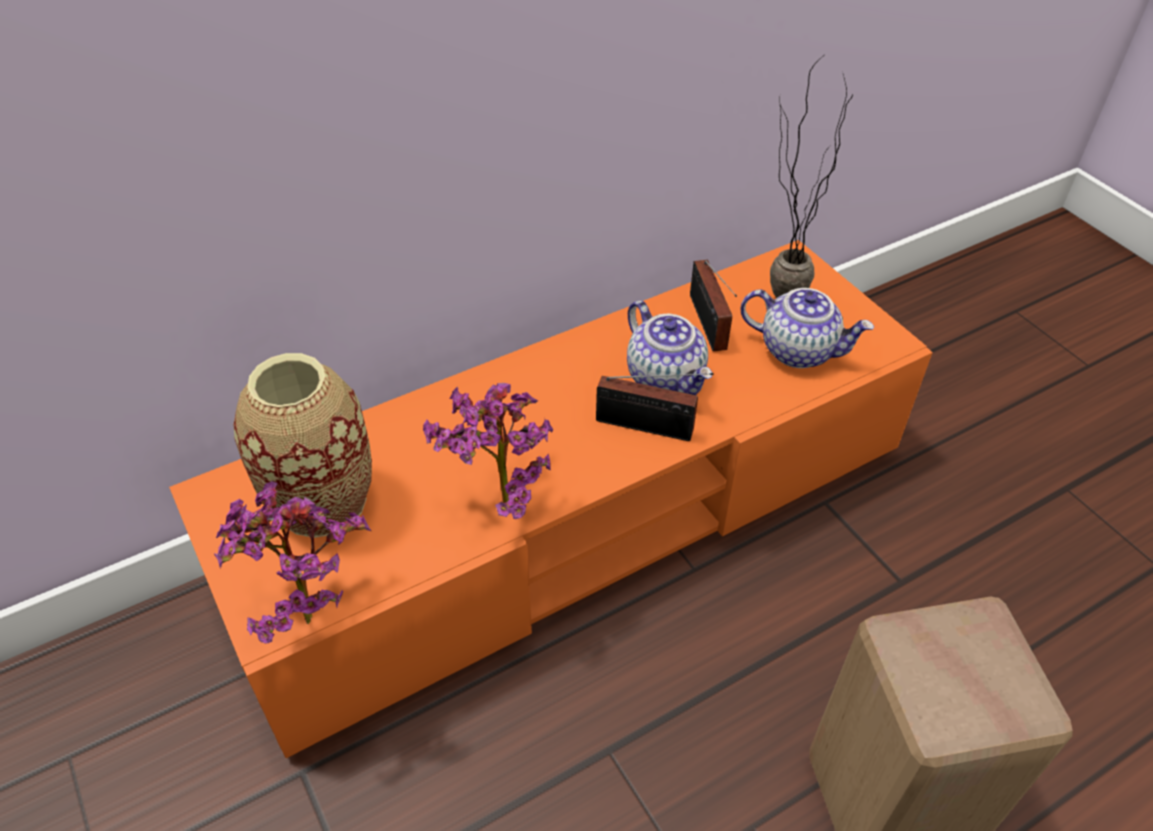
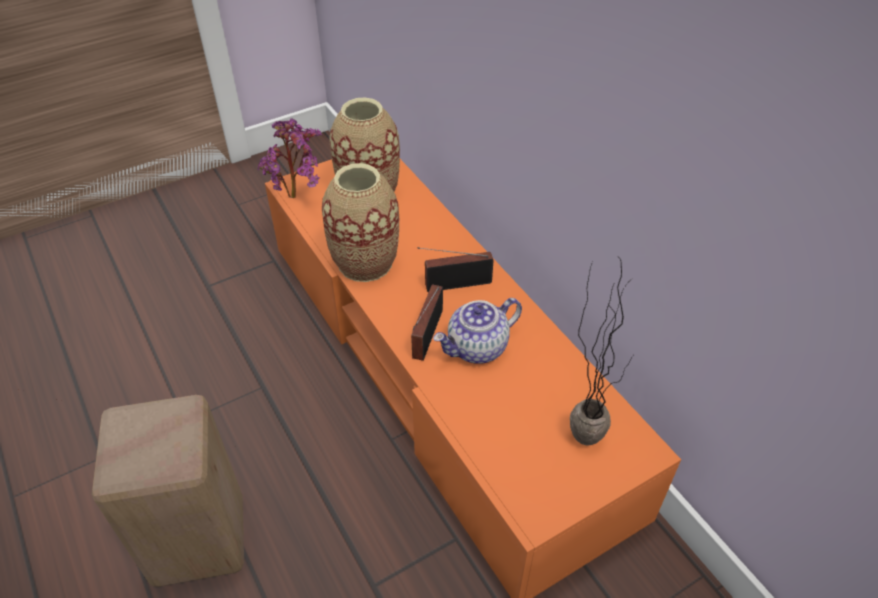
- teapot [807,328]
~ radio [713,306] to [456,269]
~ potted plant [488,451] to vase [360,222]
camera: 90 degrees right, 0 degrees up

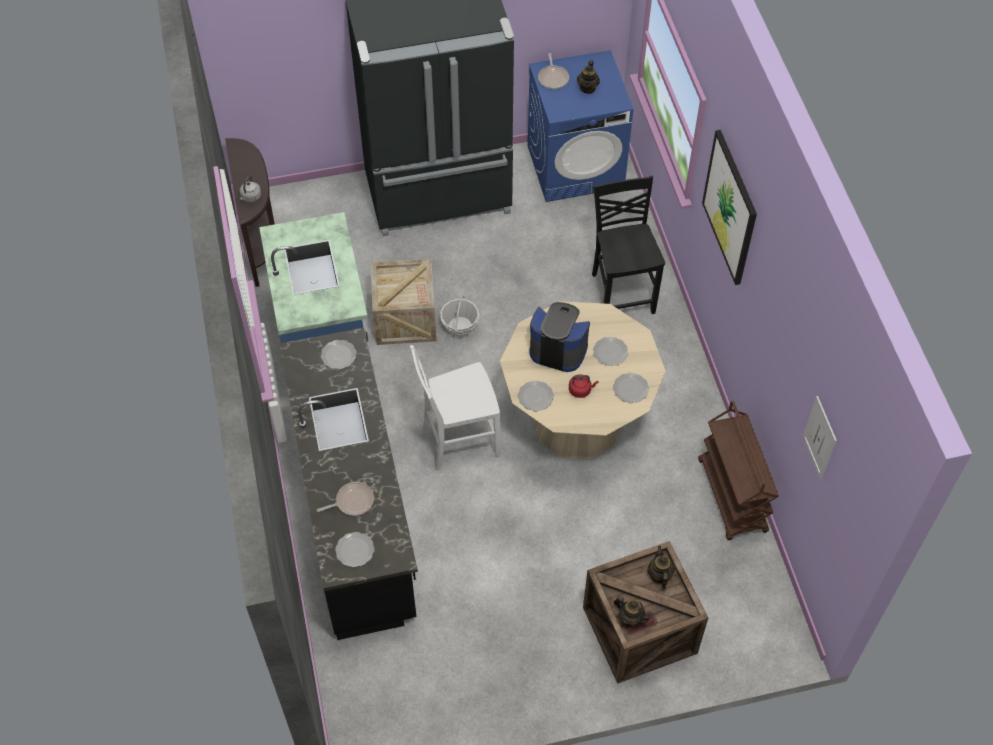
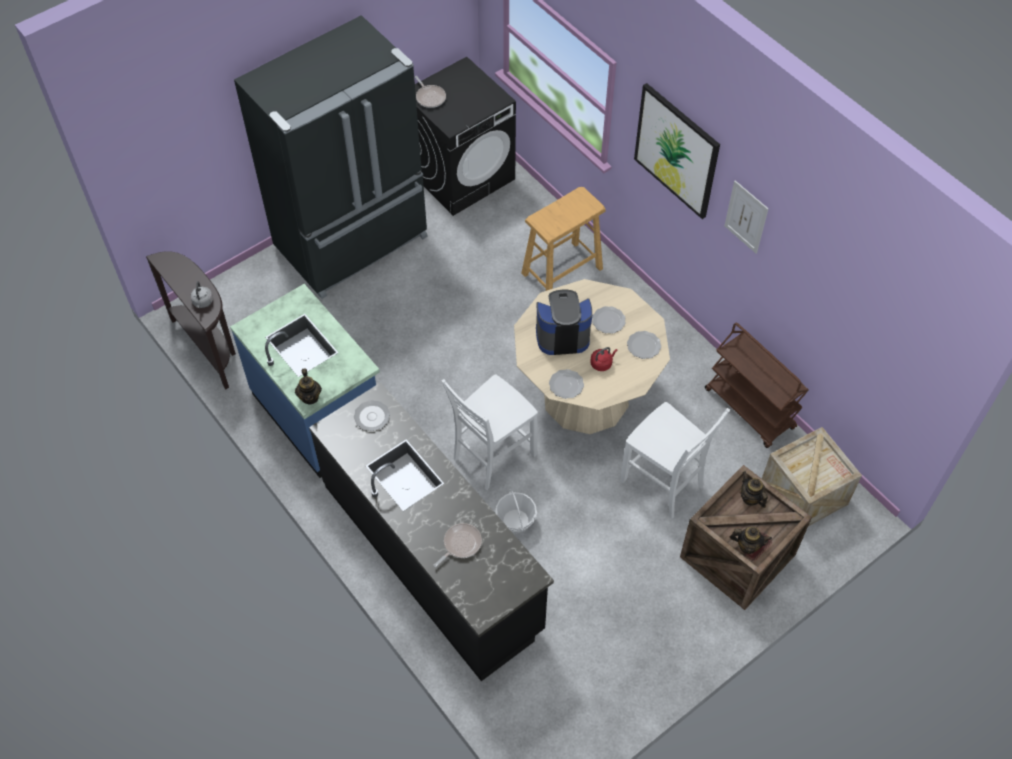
- plate [355,549]
+ white chair [675,460]
~ crate [403,302] to [812,476]
~ basket [460,316] to [516,511]
~ teapot [588,77] to [308,386]
~ picture [820,438] to [746,217]
~ black chair [628,245] to beige stool [563,239]
~ blue washing machine [580,126] to black washing machine [465,136]
camera: 25 degrees left, 0 degrees up

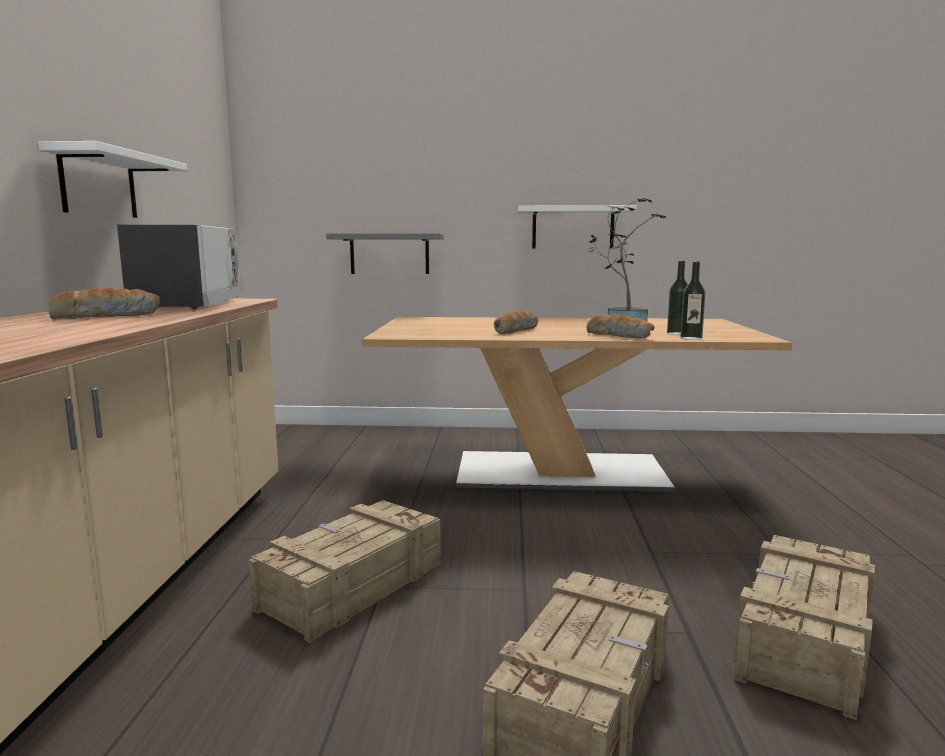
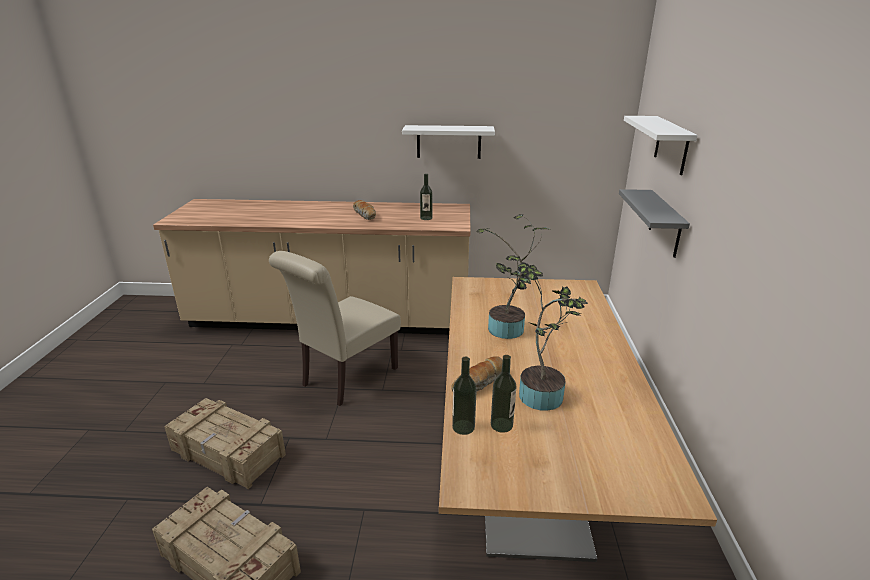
~ white shelf [577,226] to [660,145]
~ microwave [178,267] to bottle [426,197]
~ crate [345,571] to beige chair [335,328]
~ bread [516,322] to potted plant [512,276]
camera: 90 degrees right, 15 degrees up

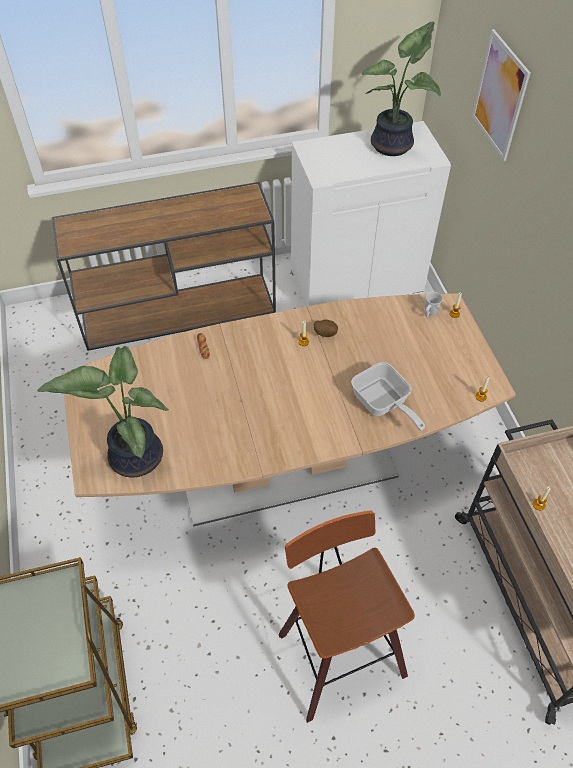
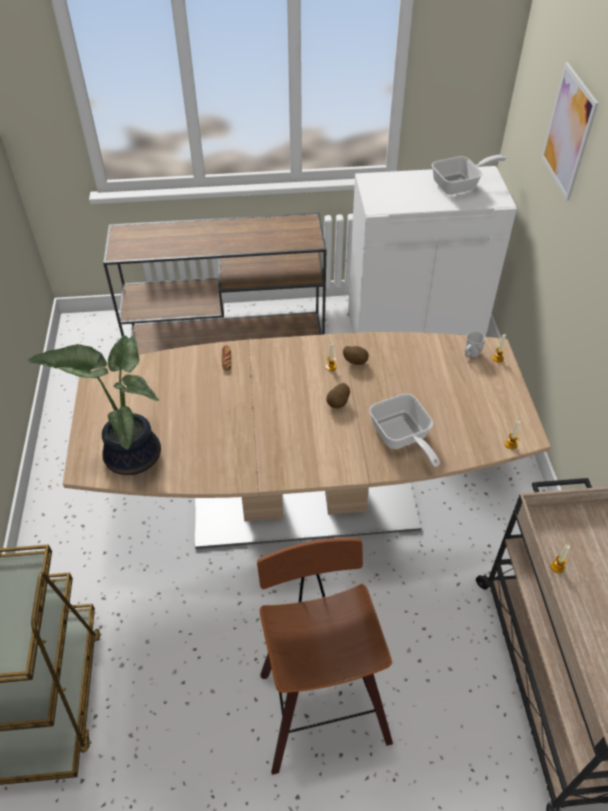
+ potato [338,395]
~ potted plant [401,88] to frying pan [469,175]
camera: 10 degrees right, 5 degrees down

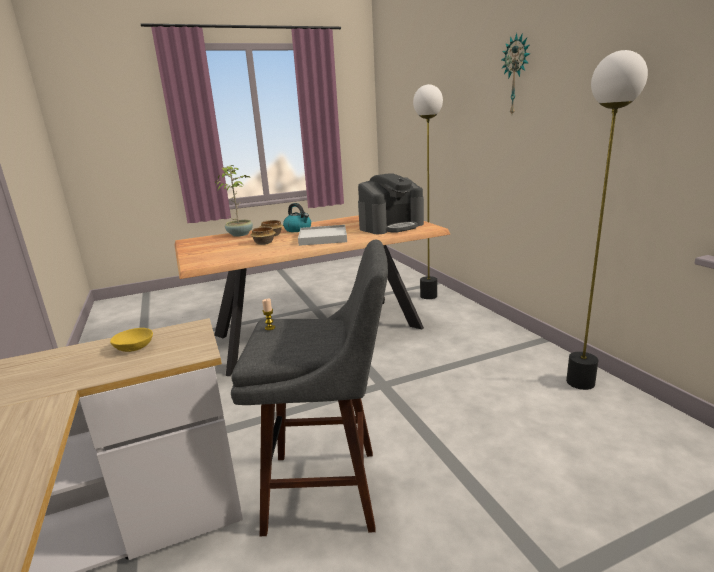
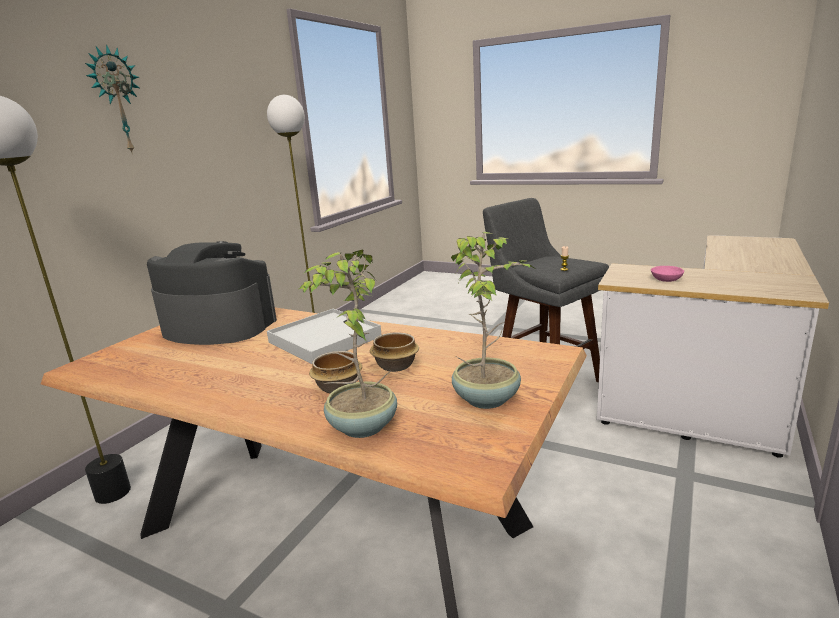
- kettle [297,217]
+ potted plant [492,320]
~ yellow bowl [131,340] to pink bowl [667,274]
camera: 130 degrees left, 0 degrees up

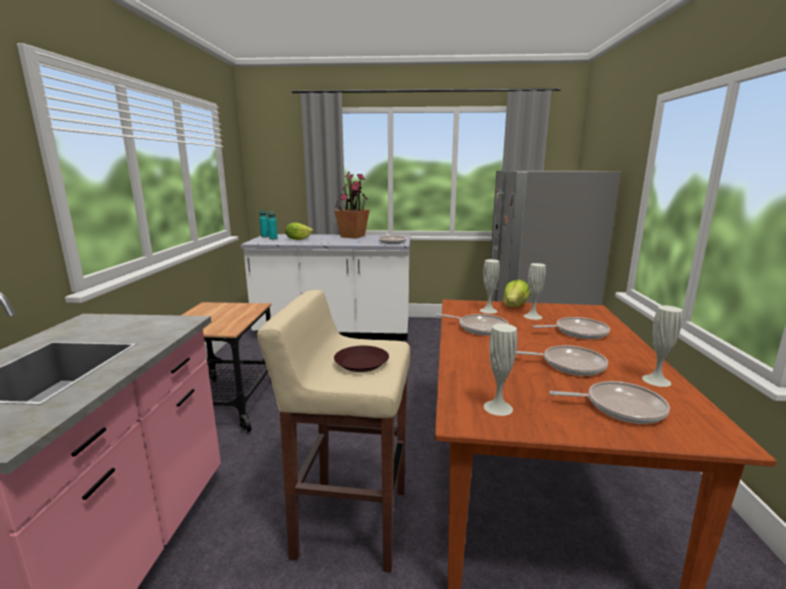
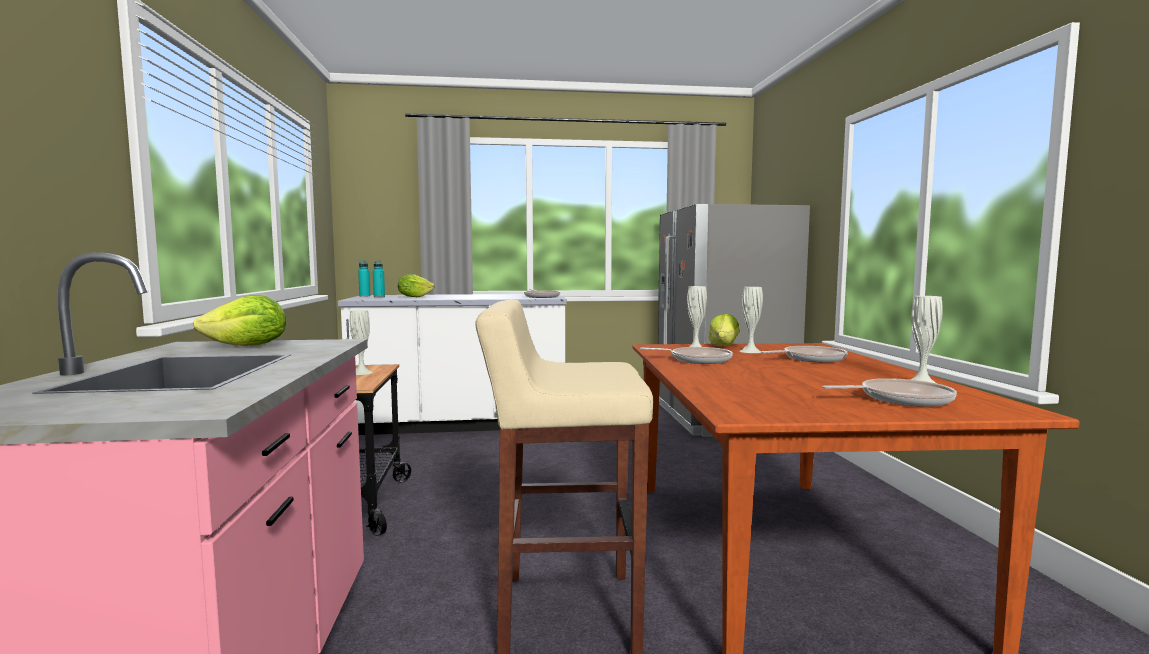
- potted plant [352,205]
- brown plate [361,359]
- frying pan [562,360]
+ lettuce [239,320]
~ white vase [501,370] to [361,342]
camera: 10 degrees left, 10 degrees down

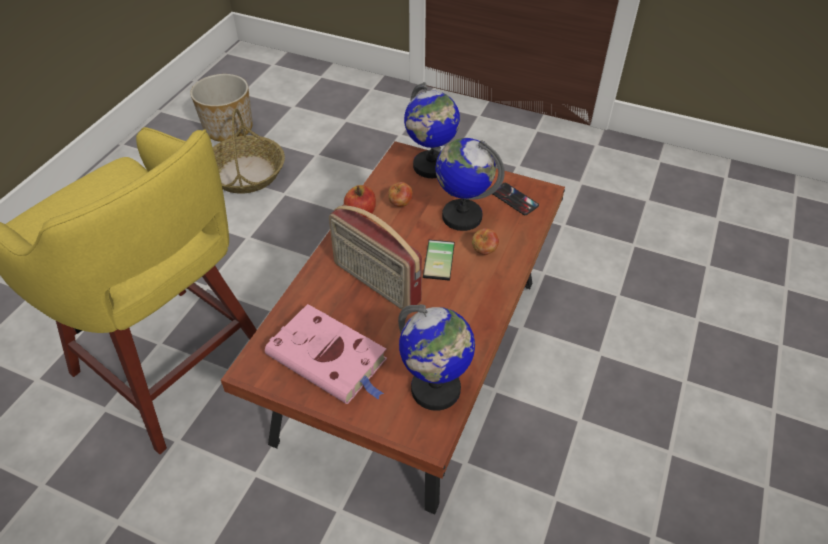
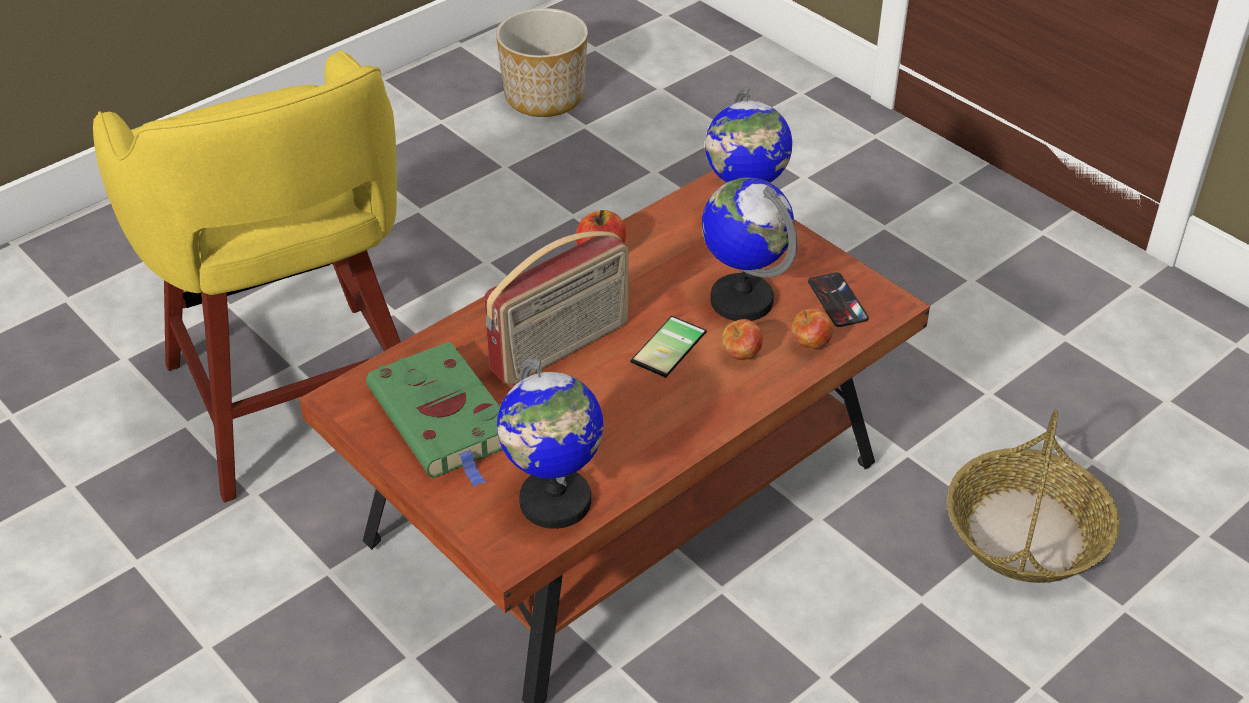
~ basket [249,151] to [1033,496]
~ apple [400,194] to [812,328]
~ pink book [326,354] to green book [434,414]
~ radio [375,257] = [556,308] 105 degrees counterclockwise
camera: 25 degrees right, 5 degrees down

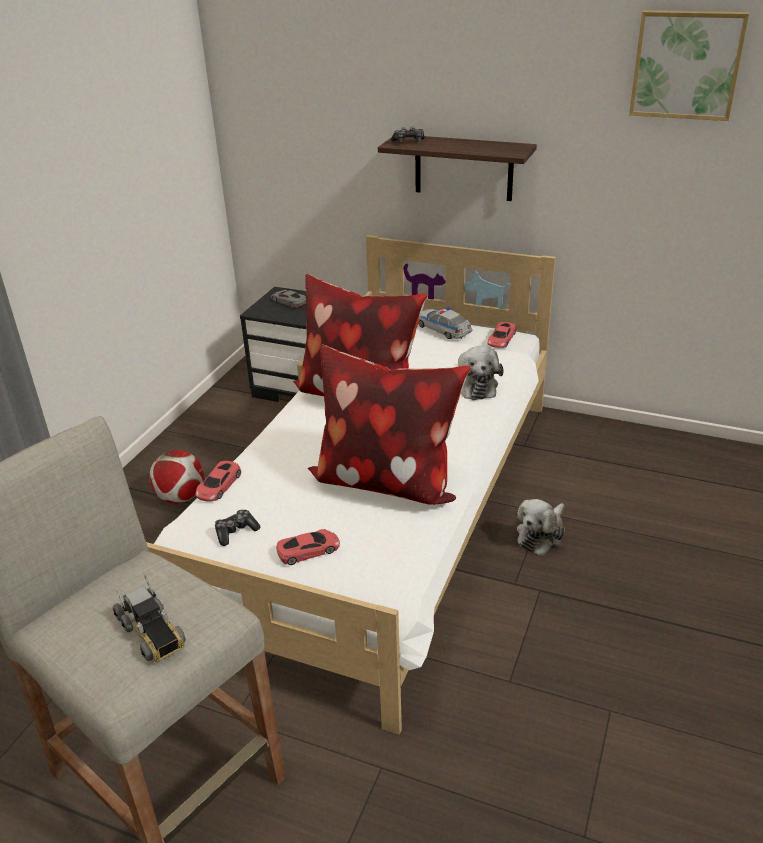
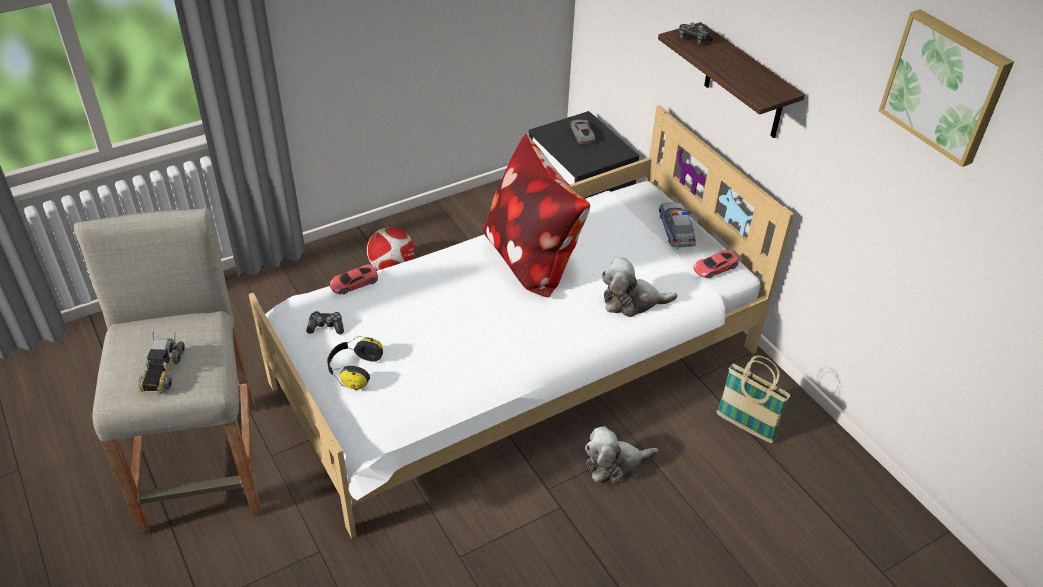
- pillow [389,424]
+ basket [753,399]
~ red toy car [308,547] to headphones [355,363]
~ plush toy [480,373] = [639,287] 60 degrees clockwise
camera: 35 degrees right, 10 degrees up

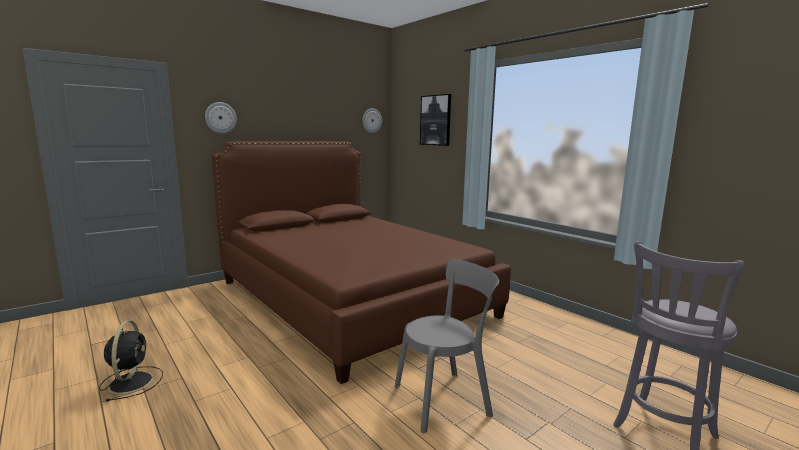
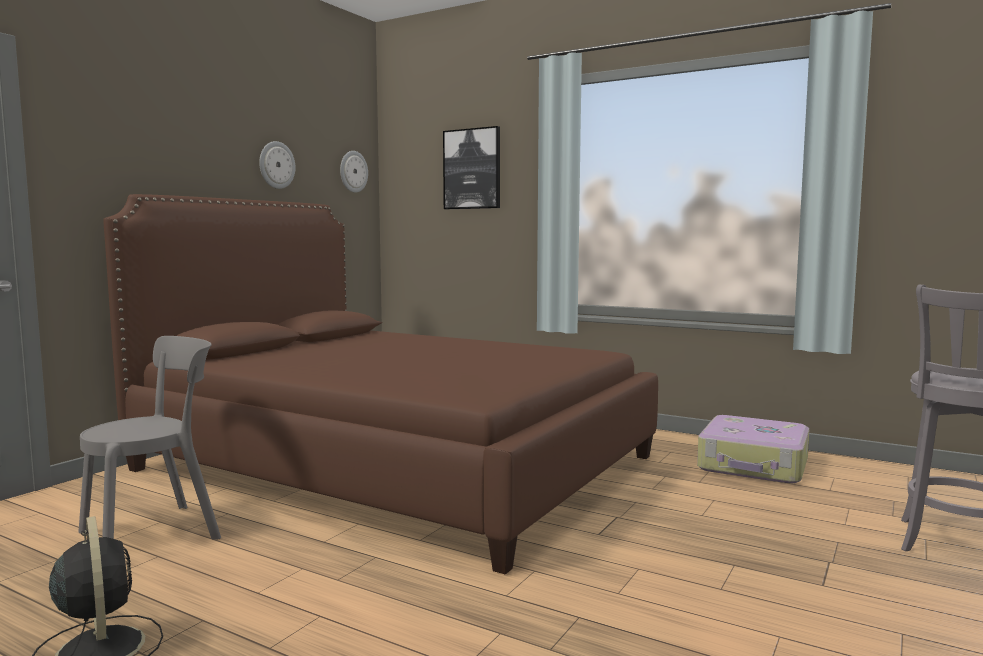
+ suitcase [753,449]
~ wall clock [221,118] to [277,165]
~ grey chair [447,346] to [149,438]
camera: 20 degrees left, 5 degrees down

